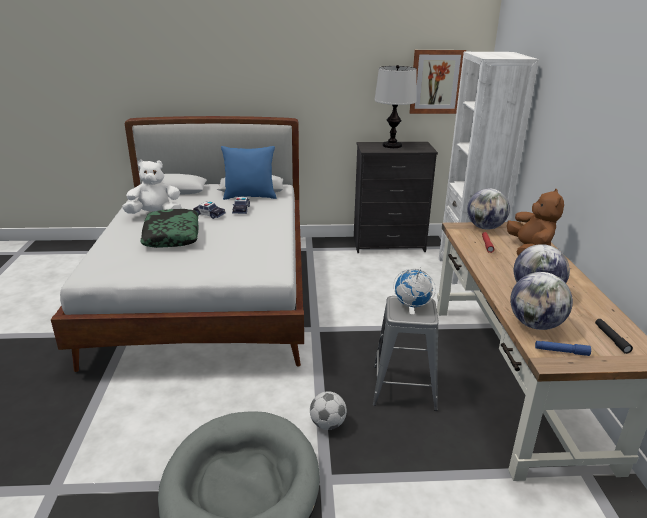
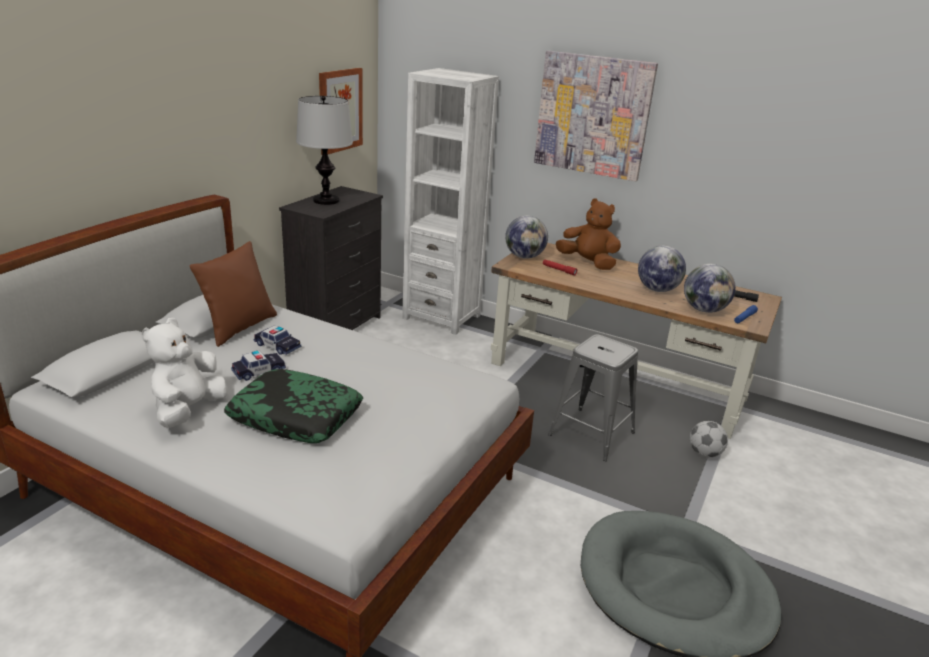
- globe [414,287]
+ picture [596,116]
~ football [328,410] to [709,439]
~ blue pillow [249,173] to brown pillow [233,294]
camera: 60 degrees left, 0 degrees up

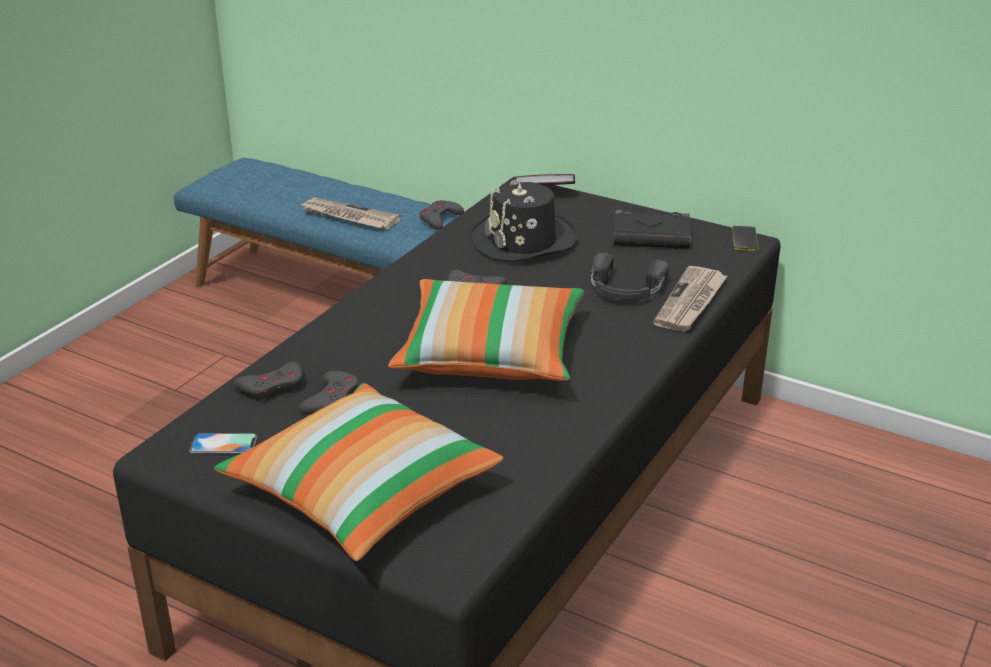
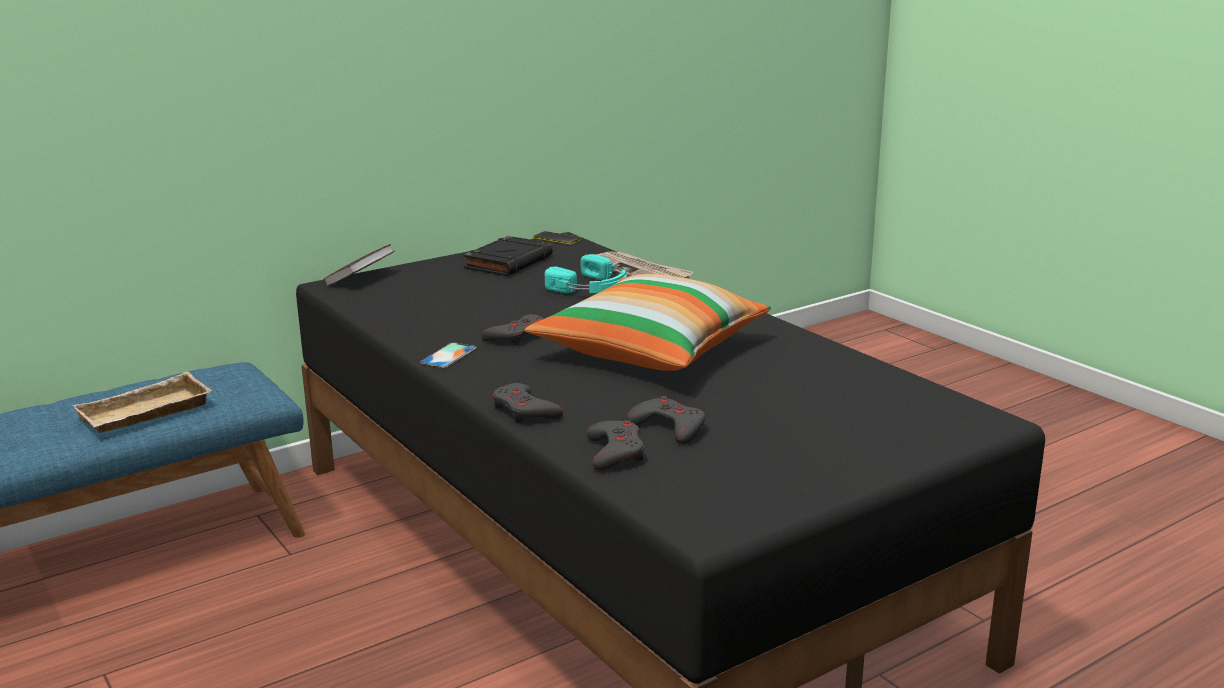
- pillow [358,472]
- black hat [524,221]
~ phone [223,443] to [448,355]
~ grey game controller [441,215] to [528,403]
~ newspaper [350,213] to beige tray [142,402]
~ black headphones [629,277] to turquoise headphones [586,273]
camera: 65 degrees left, 10 degrees down

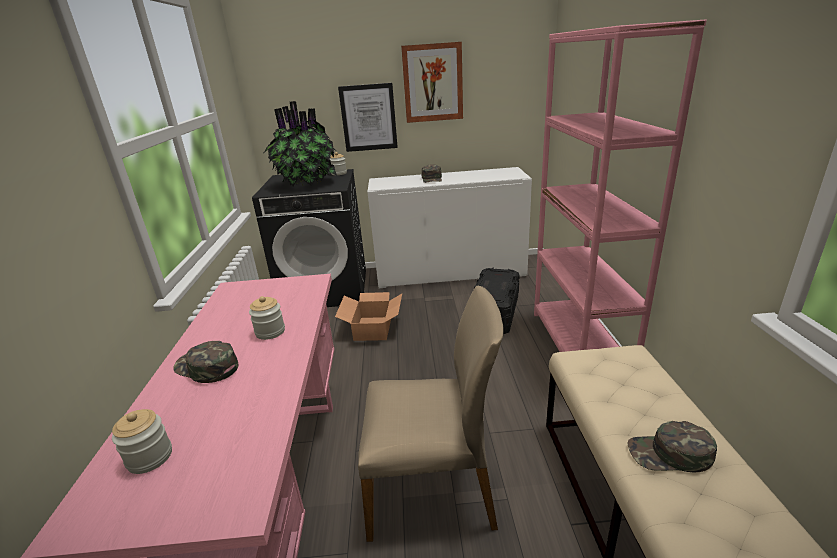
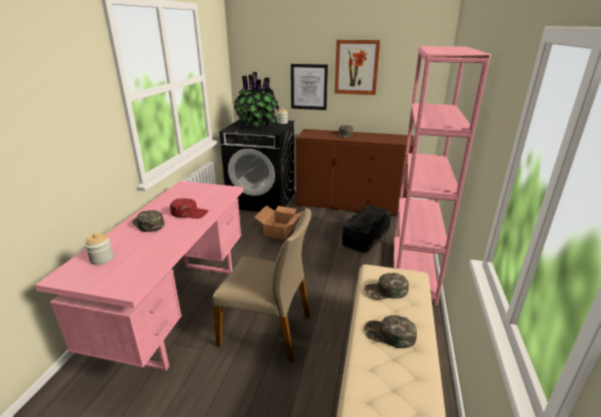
+ green cap [386,286]
~ jar [267,318] to red cap [189,208]
~ white cabinet [449,227] to brown cabinet [355,172]
camera: 15 degrees right, 0 degrees up

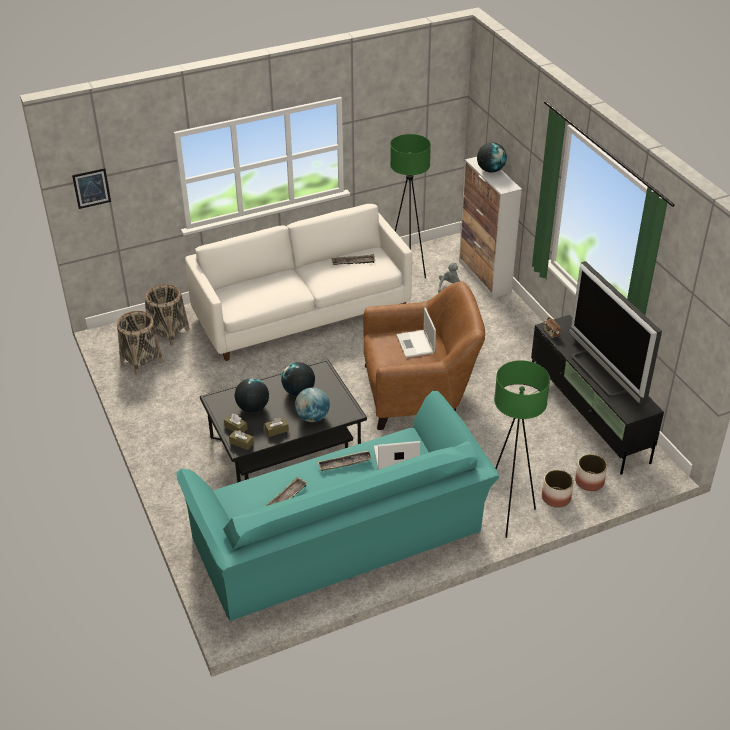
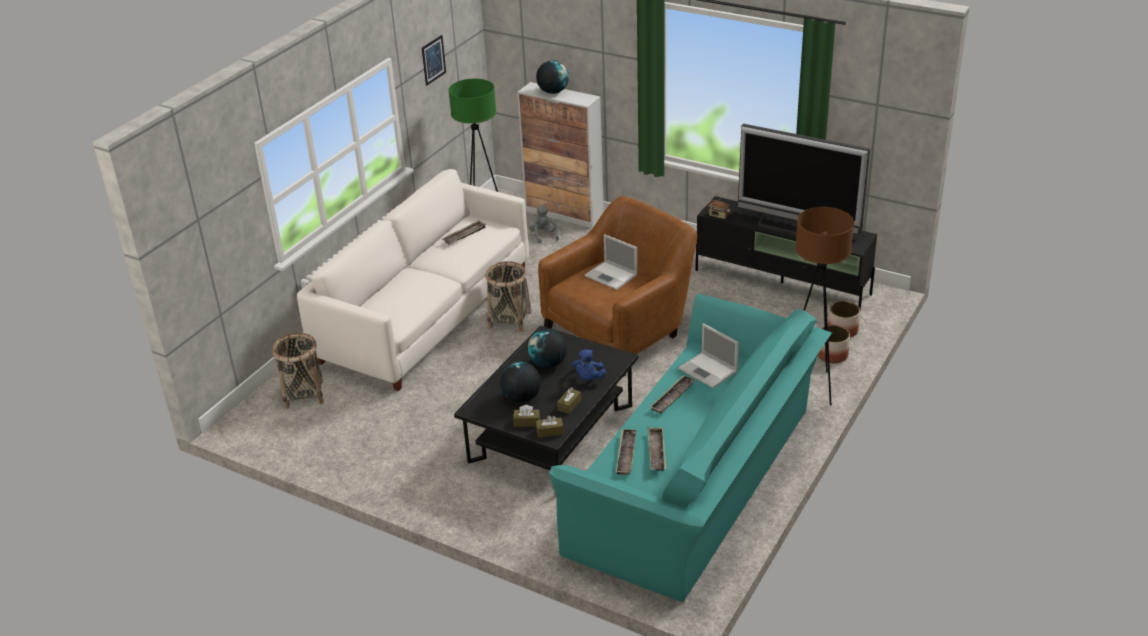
+ tray [626,452]
~ picture [91,188] to [434,60]
~ basket [140,343] to [508,296]
~ globe [312,404] to blue plush toy [589,365]
~ green floor lamp [522,449] to brown floor lamp [824,306]
~ laptop [397,455] = [708,356] 90 degrees counterclockwise
camera: 35 degrees left, 5 degrees down

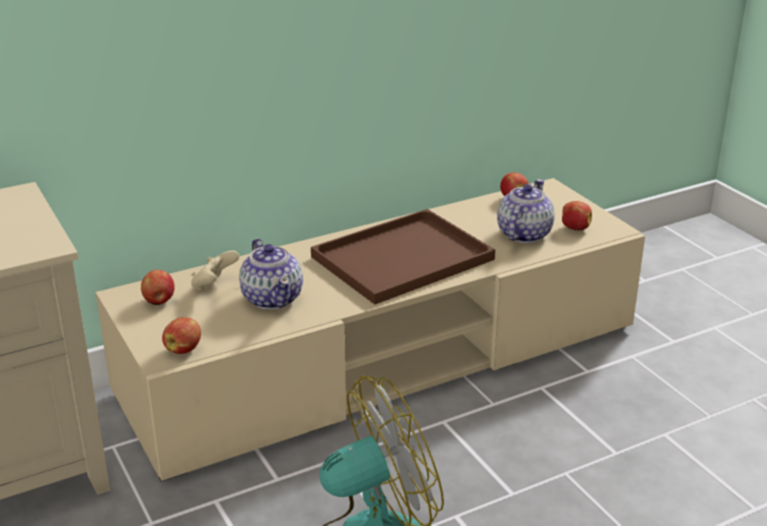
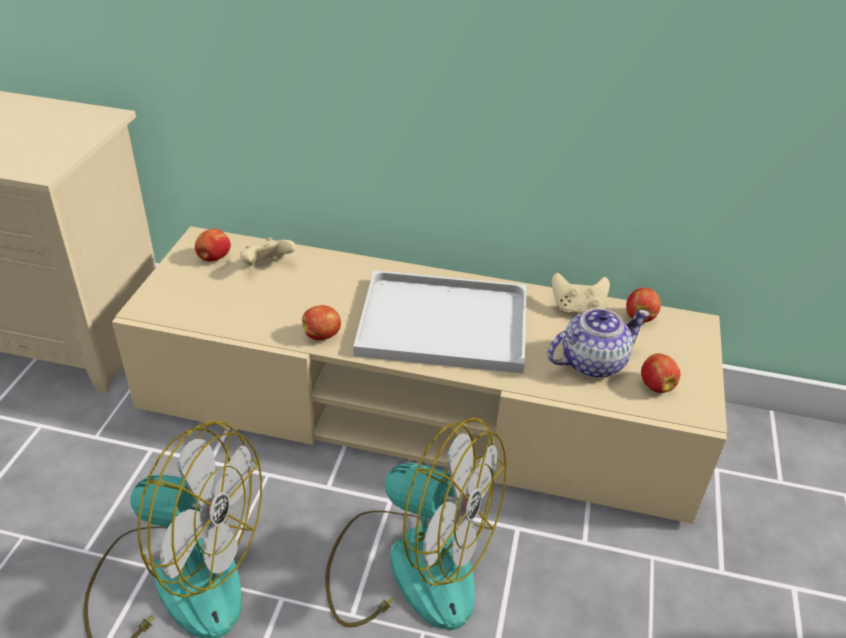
- teapot [271,274]
+ fan [416,523]
+ beige game controller [581,292]
~ apple [181,335] to [321,322]
~ brown tray [403,257] to white tray [440,322]
camera: 40 degrees right, 10 degrees up

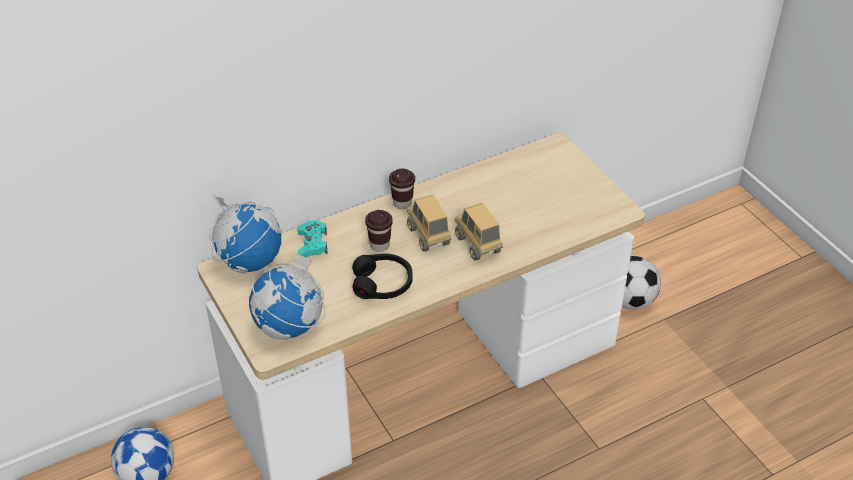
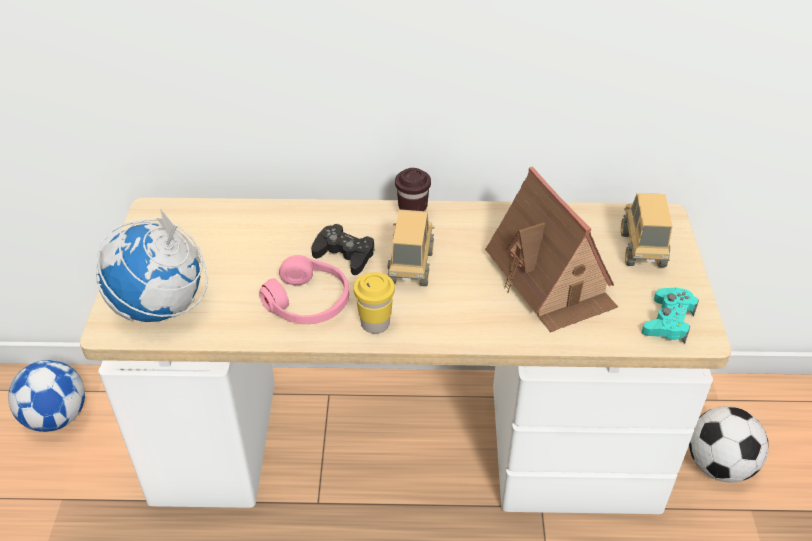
- globe [245,234]
+ yellow cup [374,303]
+ toy house [551,249]
~ turquoise game controller [313,238] to [670,315]
~ toy truck [478,231] to [647,230]
~ brown cup [379,231] to black game controller [342,249]
~ black headphones [382,276] to pink headphones [304,289]
camera: 30 degrees right, 0 degrees up

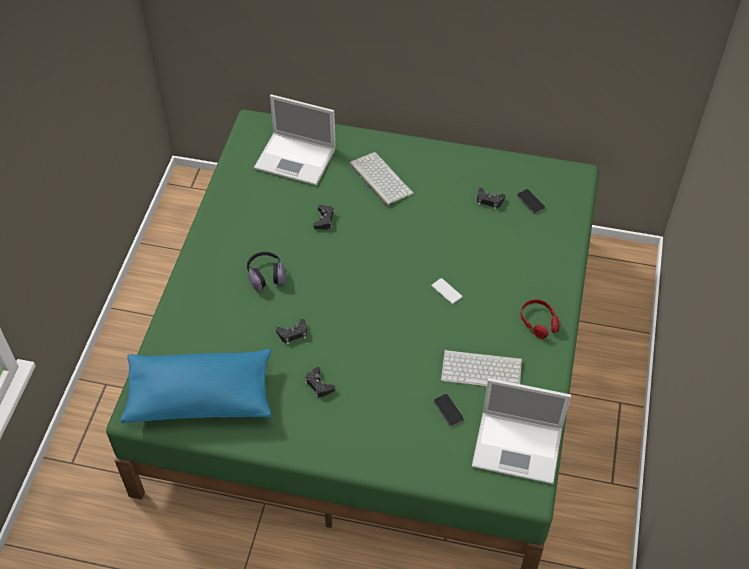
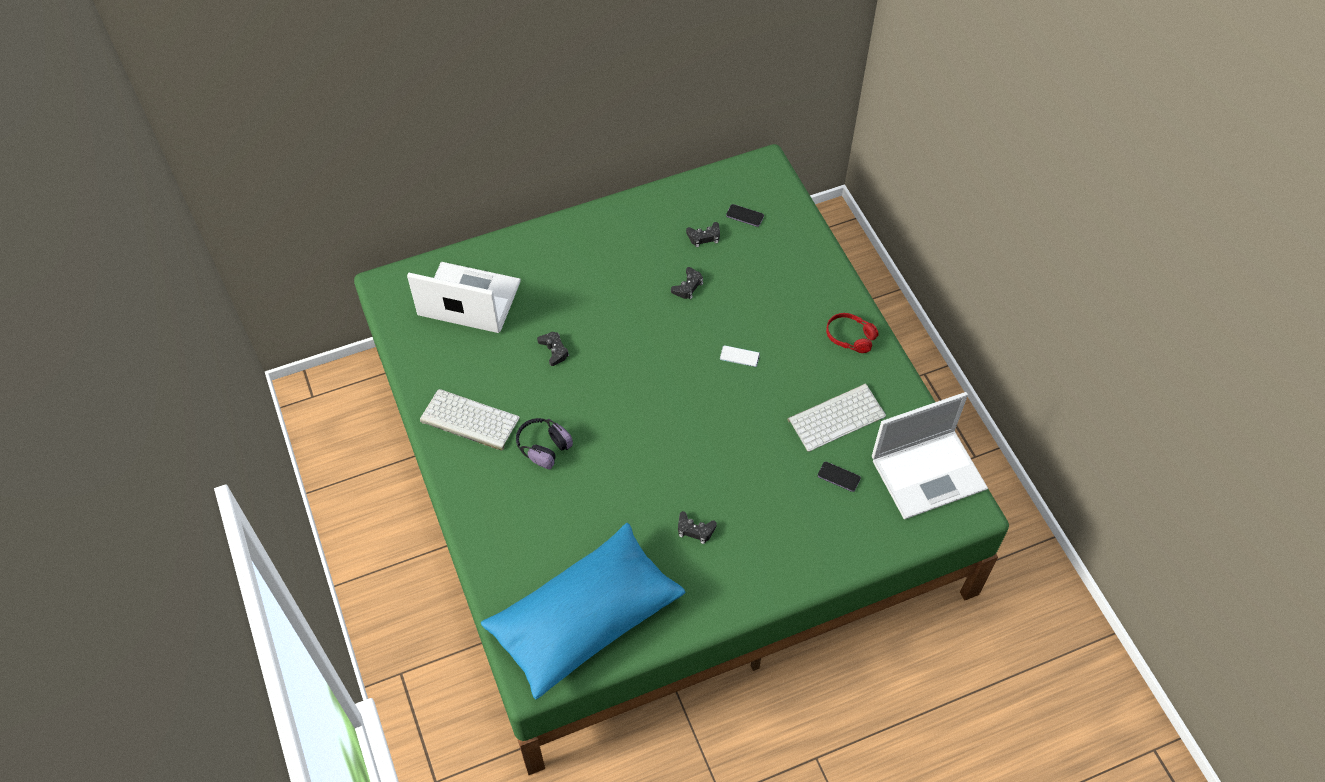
~ black game controller [291,332] to [687,283]
~ keyboard [381,179] to [470,420]
~ laptop [295,140] = [464,297] 150 degrees counterclockwise
camera: 35 degrees left, 5 degrees up

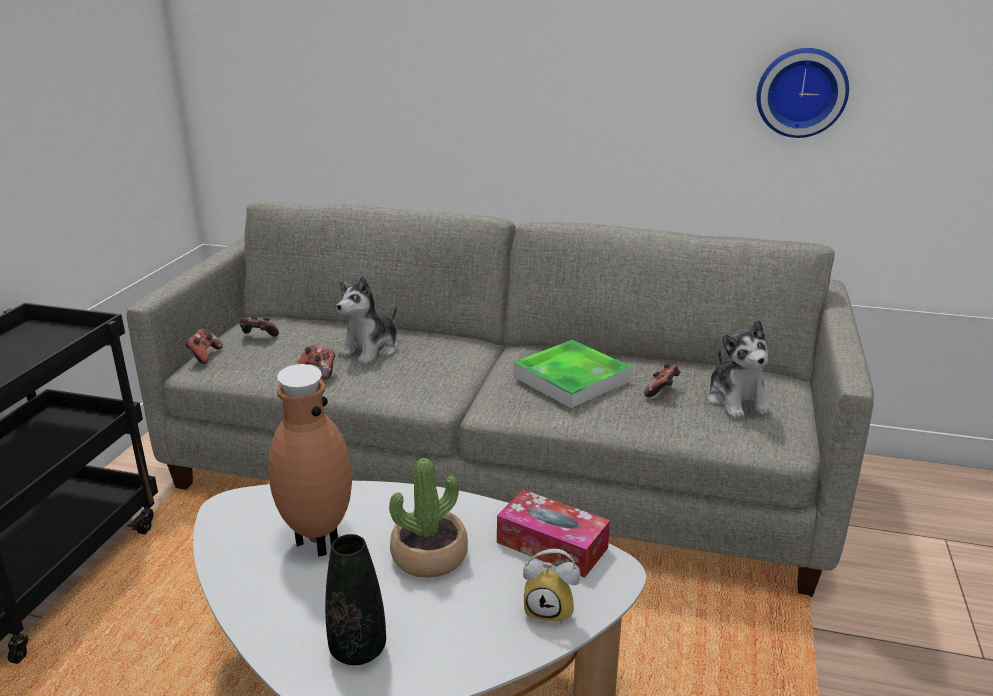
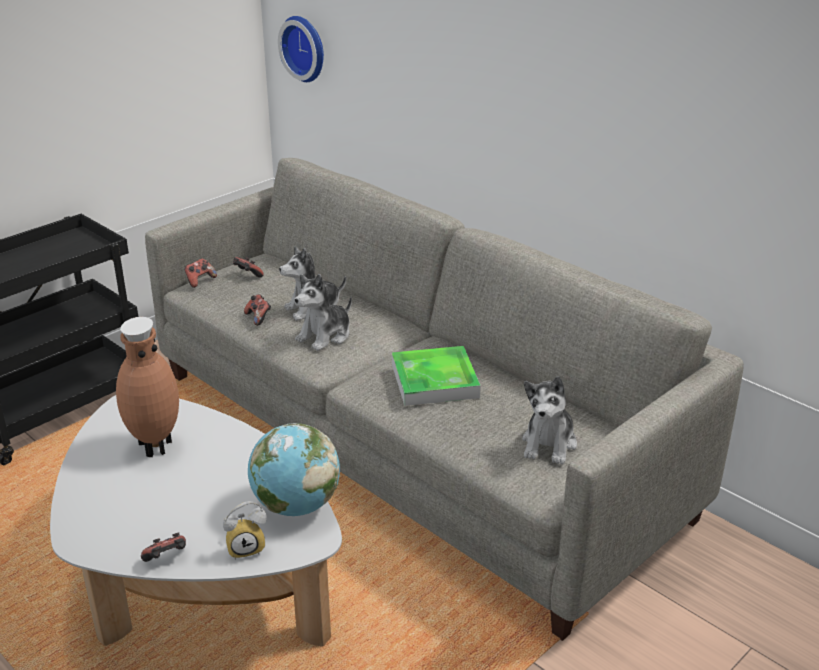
- black vase [355,599]
- potted plant [428,518]
+ plush toy [323,312]
~ game controller [662,380] to [163,547]
~ wall clock [802,93] to [301,49]
~ tissue box [553,534] to globe [294,469]
~ alarm clock [551,586] = [245,530] 60 degrees counterclockwise
camera: 30 degrees right, 5 degrees up

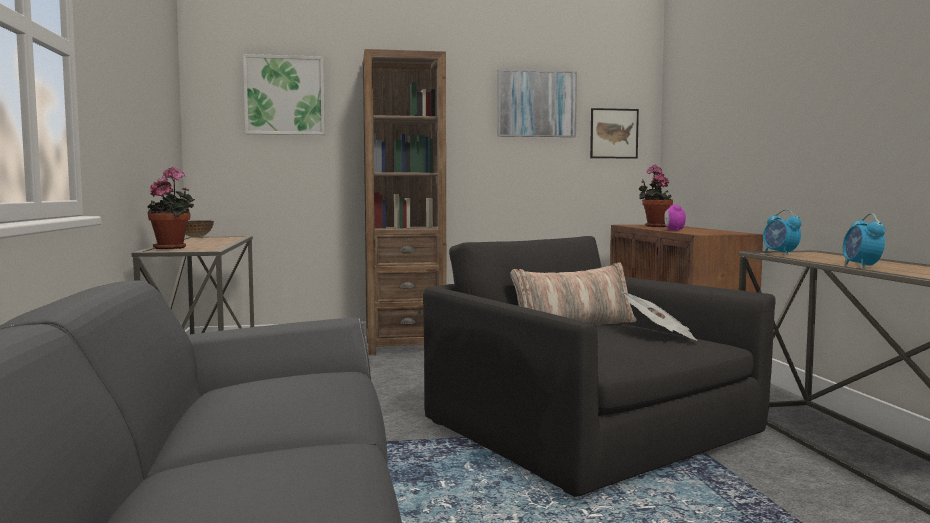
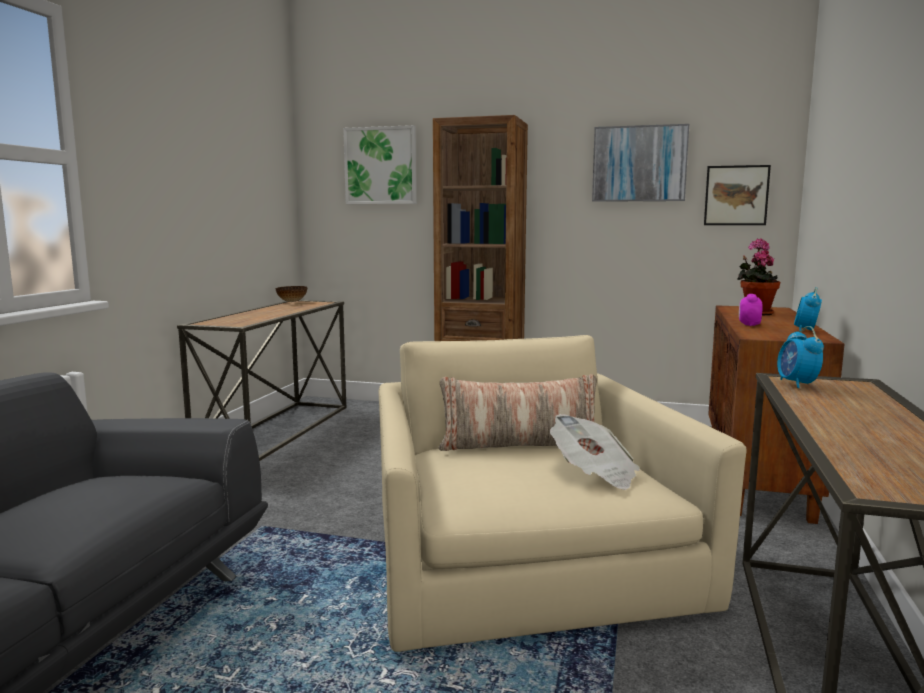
- potted plant [171,208]
~ alarm clock [864,240] to [808,309]
~ black armchair [599,366] to beige armchair [562,493]
camera: 25 degrees right, 5 degrees up

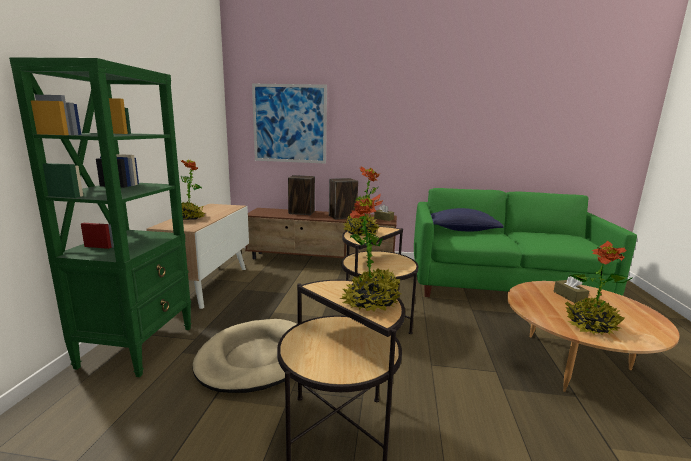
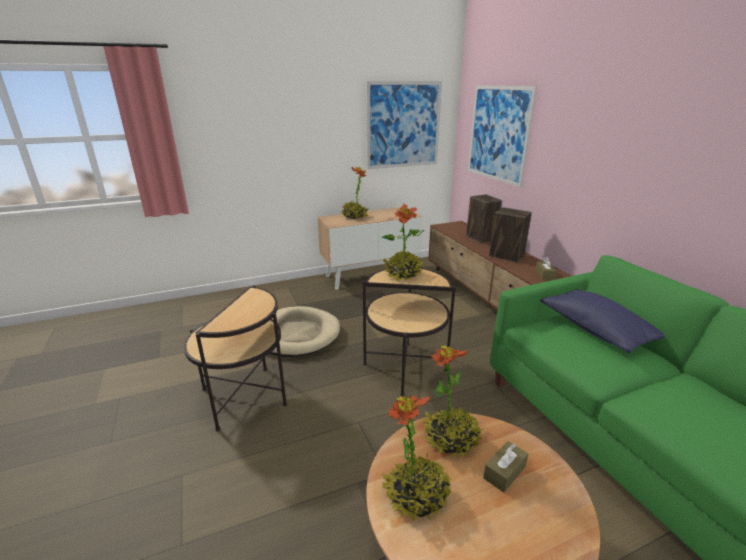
- green bookcase [100,217]
+ picture [404,125]
~ potted plant [370,253] to [453,402]
camera: 60 degrees right, 10 degrees up

